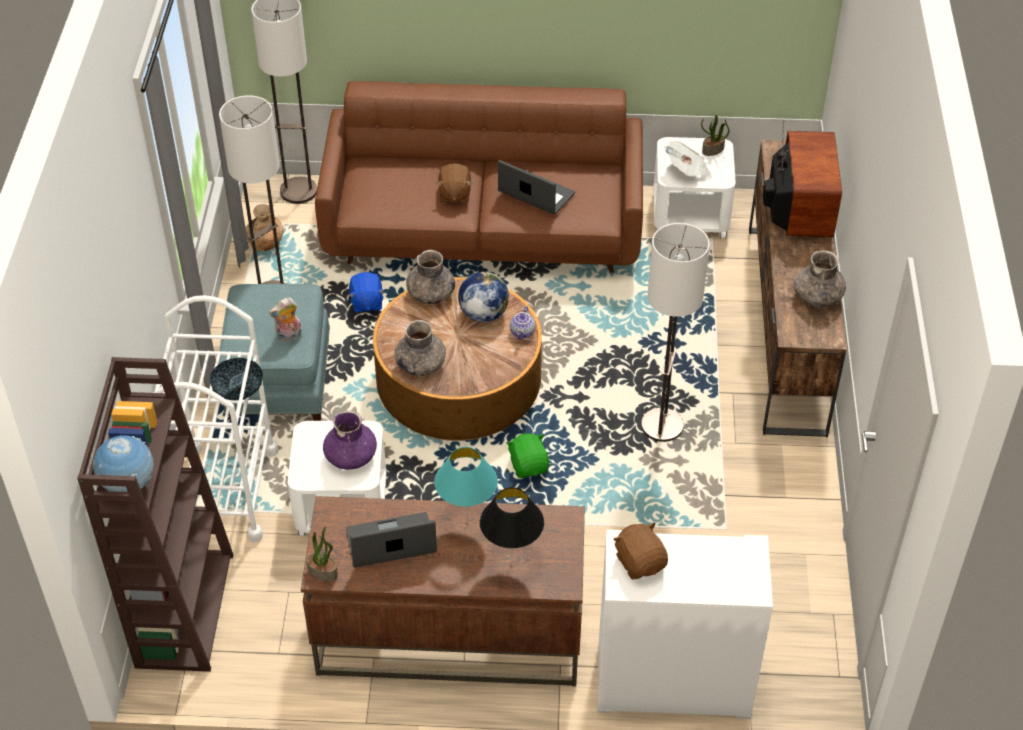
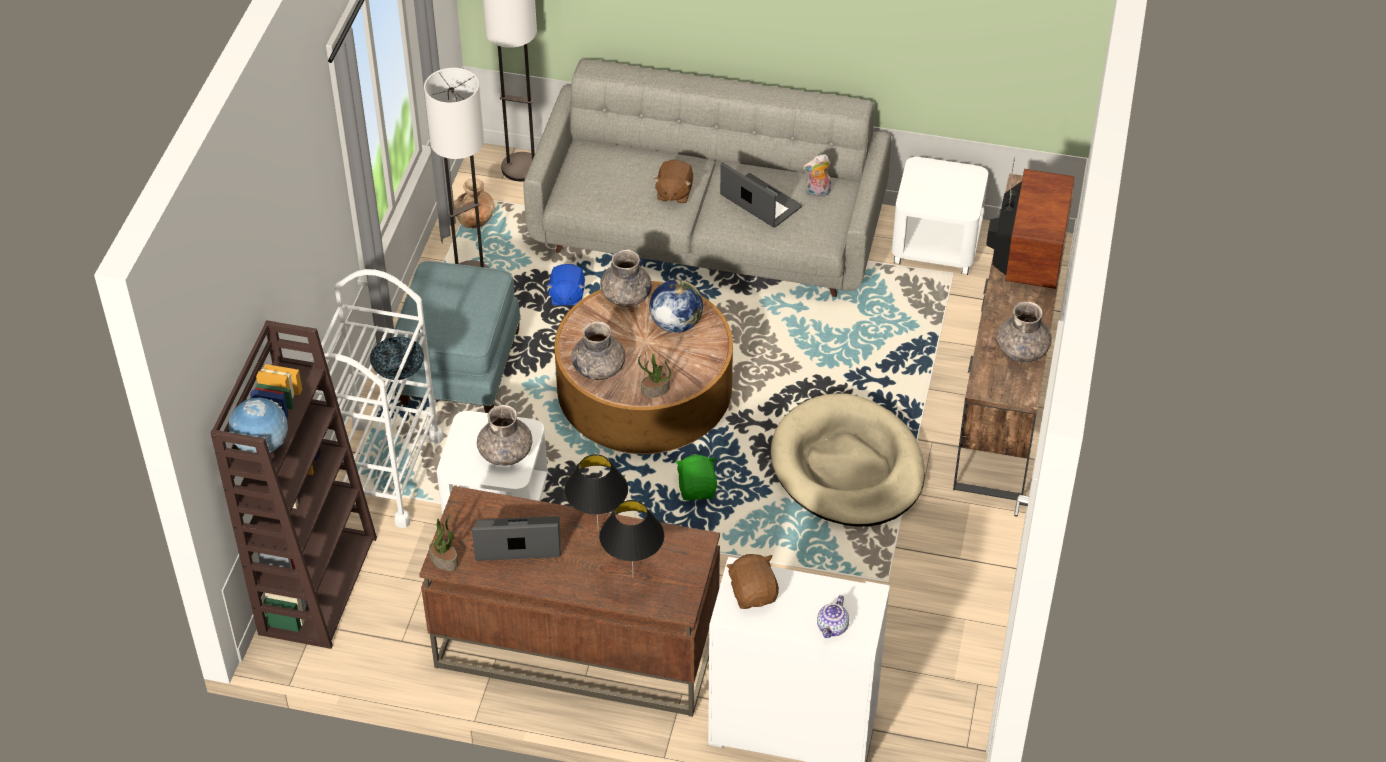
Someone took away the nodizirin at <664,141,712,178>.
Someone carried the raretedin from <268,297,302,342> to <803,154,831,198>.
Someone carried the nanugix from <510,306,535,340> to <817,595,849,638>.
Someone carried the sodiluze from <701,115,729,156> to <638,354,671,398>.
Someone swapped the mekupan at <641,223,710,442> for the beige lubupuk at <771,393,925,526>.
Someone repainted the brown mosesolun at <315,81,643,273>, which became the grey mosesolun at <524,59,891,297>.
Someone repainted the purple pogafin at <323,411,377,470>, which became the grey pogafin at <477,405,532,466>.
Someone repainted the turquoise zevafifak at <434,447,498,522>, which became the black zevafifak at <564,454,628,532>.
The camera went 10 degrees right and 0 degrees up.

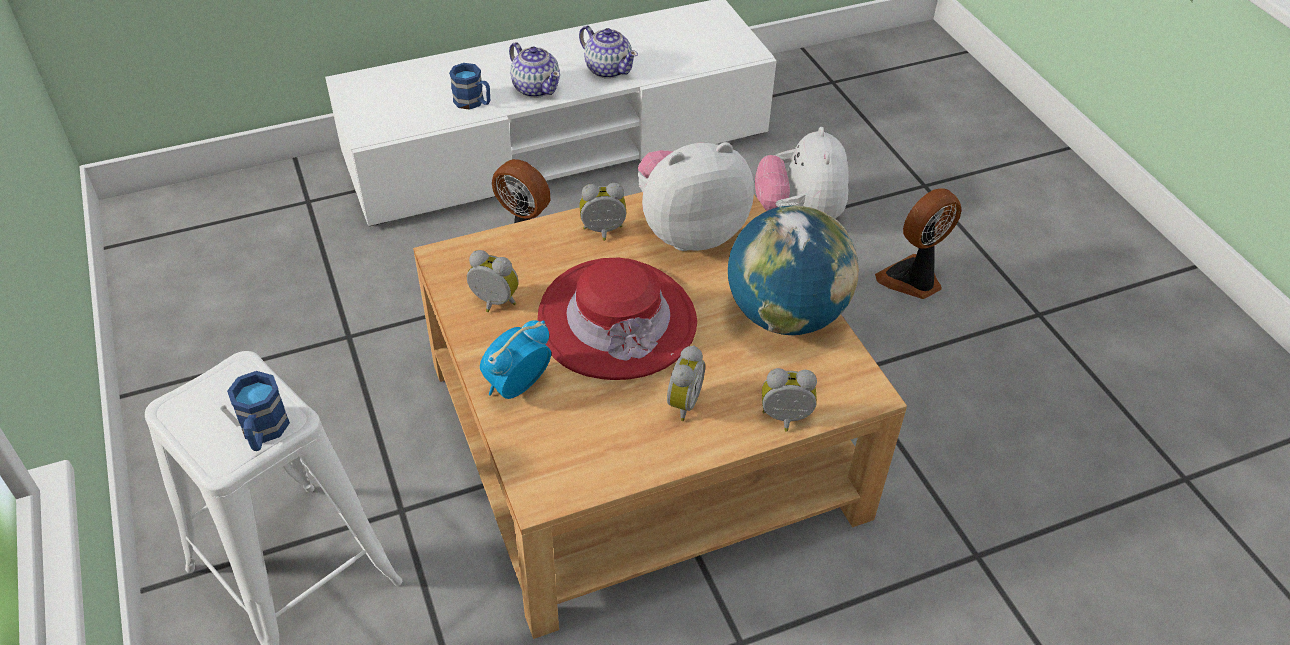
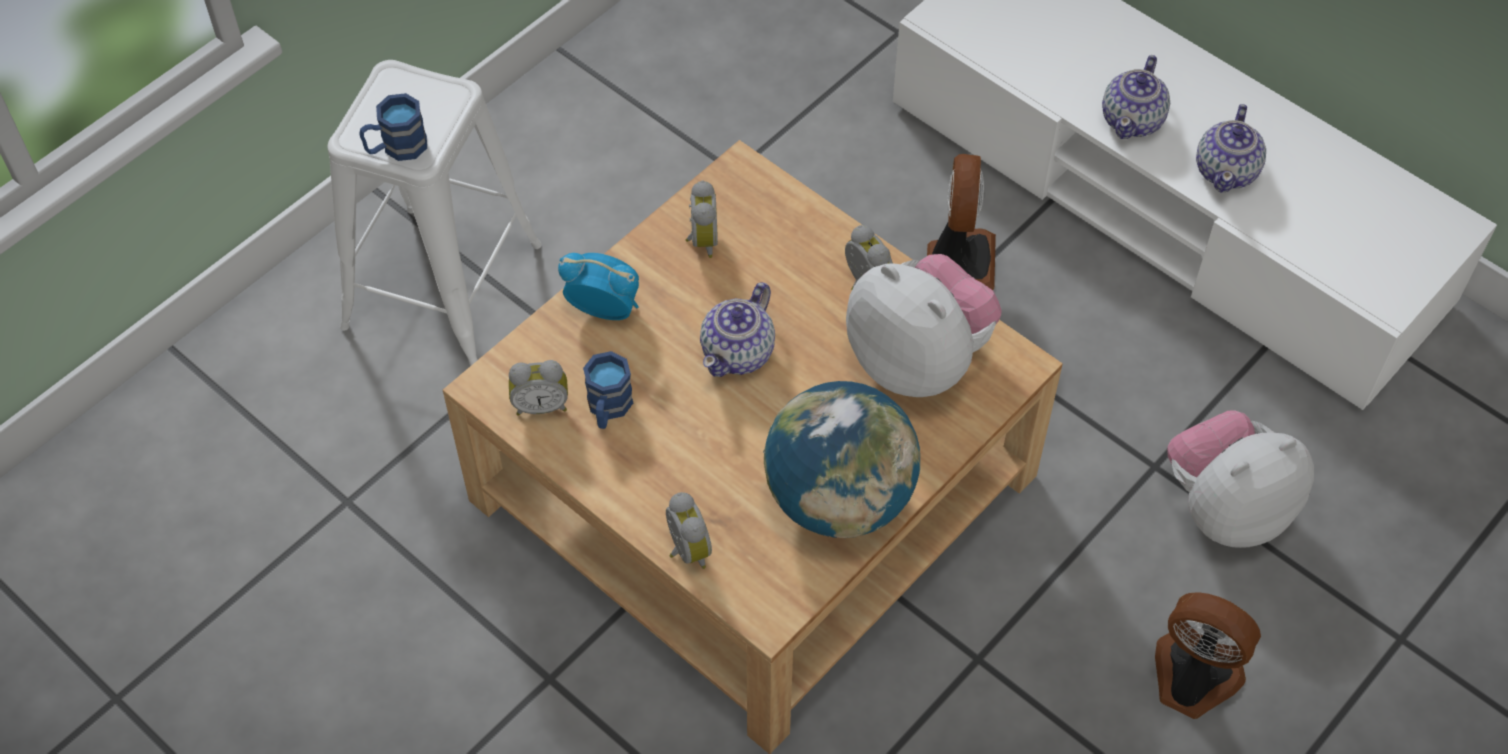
Someone carried the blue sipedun from <449,63,490,110> to <583,351,633,429>.
Someone carried the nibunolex from <667,345,705,421> to <509,360,568,416>.
Someone swapped the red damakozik at <537,258,697,380> for the nanugix at <700,282,775,377>.
The camera went 65 degrees right and 10 degrees up.

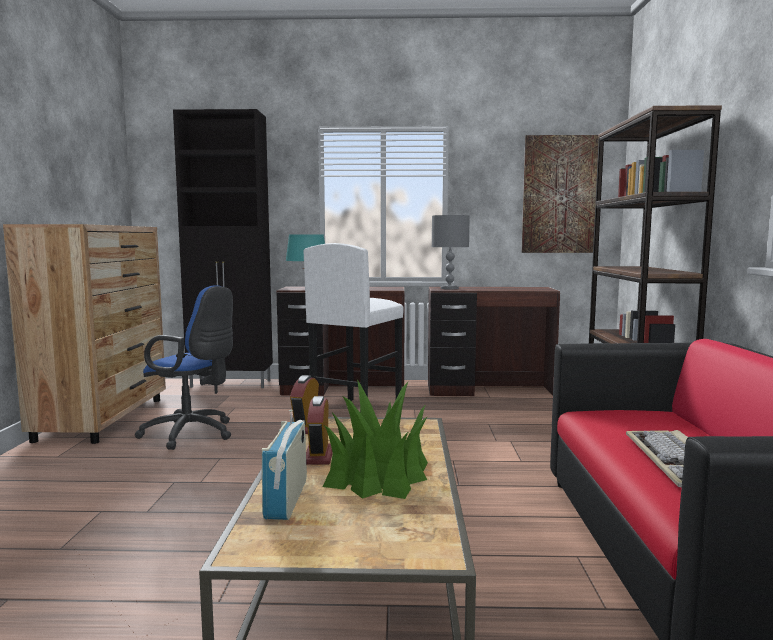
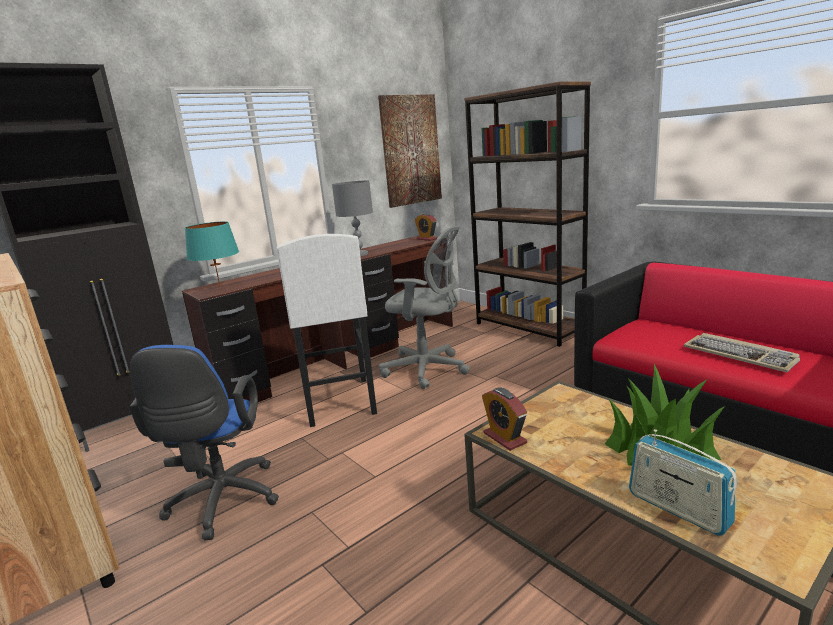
Someone put down the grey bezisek at <379,226,470,389>.
Someone carried the nibunolex from <306,396,333,464> to <415,213,438,241>.
Someone rotated the blue bezisek at <135,285,233,450> by 105 degrees clockwise.
The camera went 40 degrees left and 10 degrees up.

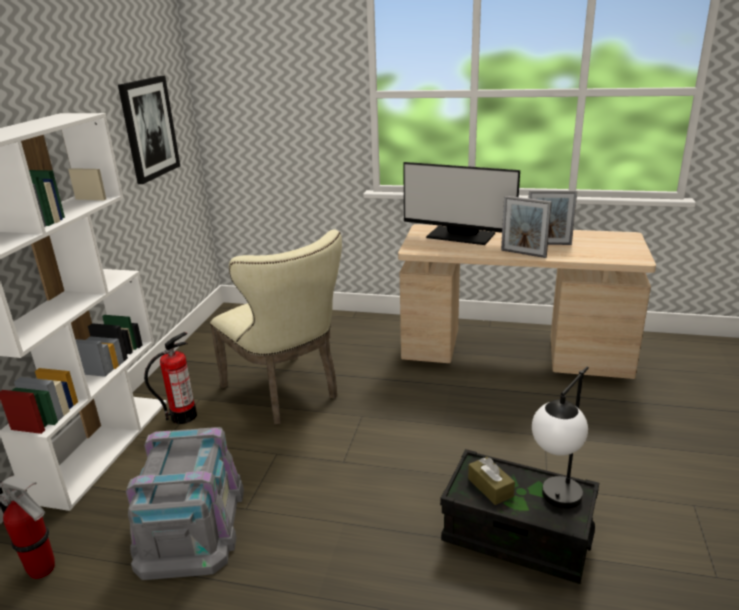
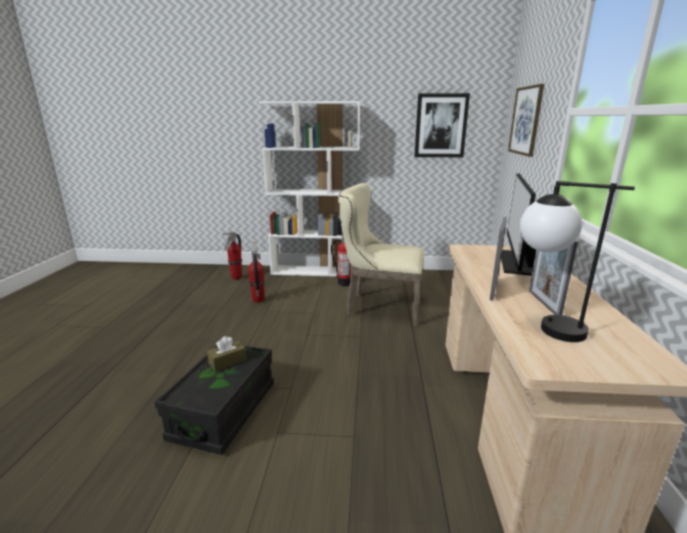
Someone put up the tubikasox at <508,84,544,157>.
Someone carried the zevafifak from <532,366,589,509> to <520,181,635,342>.
Someone swapped the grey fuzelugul at <126,427,244,580> for the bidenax at <248,242,265,303>.
Someone rotated the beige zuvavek at <210,229,342,424> by 60 degrees clockwise.
The camera went 80 degrees right and 5 degrees down.

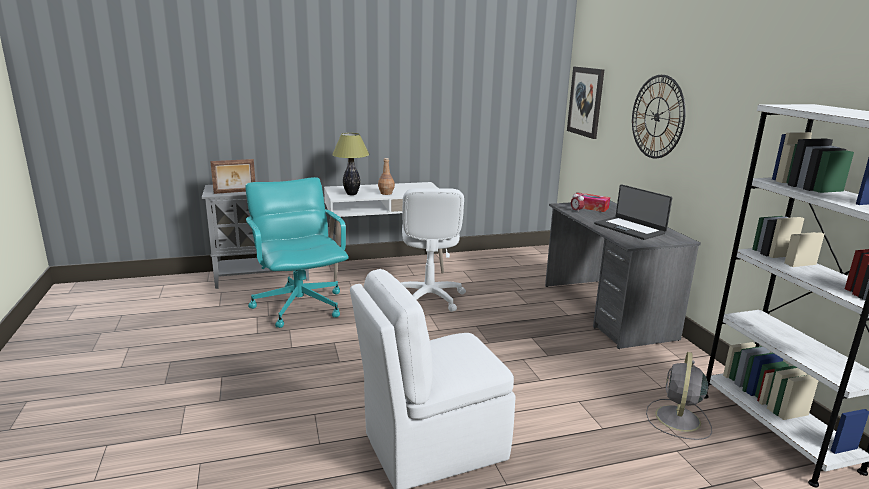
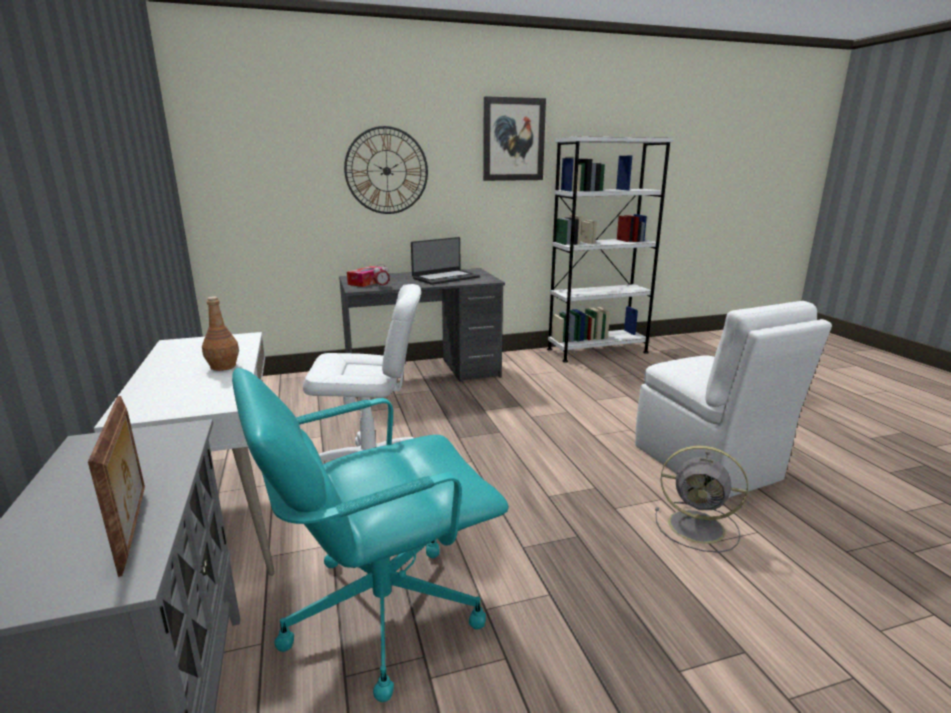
Someone took away the zevafifak at <332,133,370,195>.
Someone carried the tubikasox from <567,67,604,139> to <483,96,546,181>.
Someone carried the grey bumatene from <646,352,712,440> to <655,446,748,553>.
The camera went 90 degrees left and 0 degrees up.

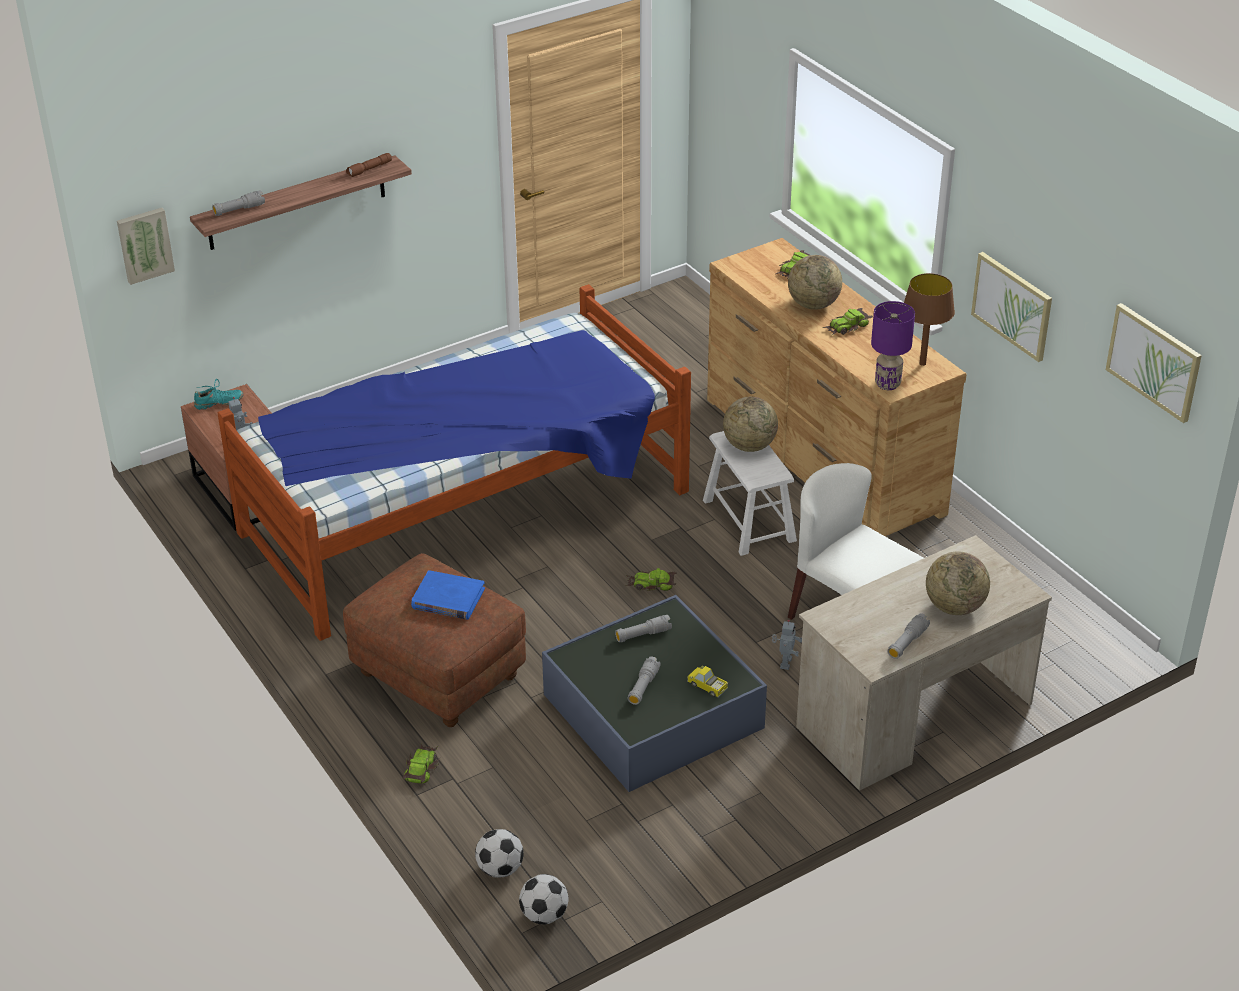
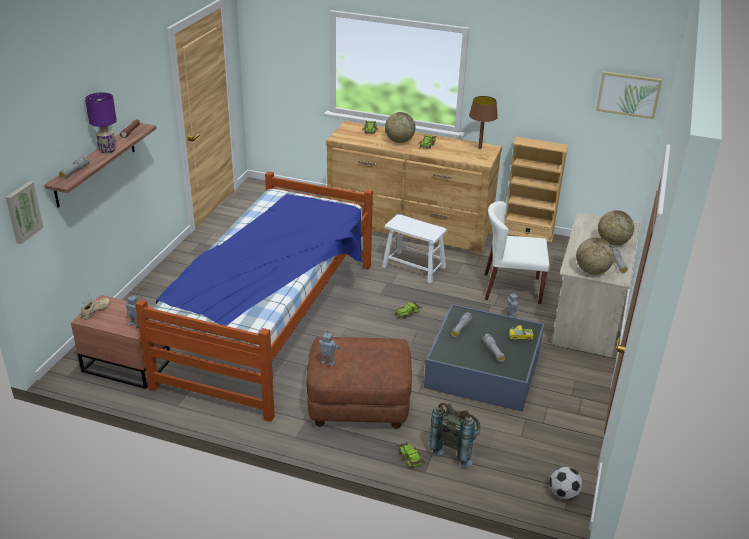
Someone took away the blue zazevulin at <411,570,485,620>.
Someone took away the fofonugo at <475,829,524,877>.
Someone took away the tubikasox at <971,252,1052,362>.
Someone put down the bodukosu at <319,331,338,367>.
Someone put down the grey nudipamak at <429,403,481,468>.
Someone put down the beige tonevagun at <505,137,569,243>.
Someone carried the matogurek from <723,397,778,452> to <576,238,614,275>.
Someone carried the purple zevafifak from <871,301,915,390> to <85,93,117,153>.
Someone repainted the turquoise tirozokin at <194,379,243,410>, which became the beige tirozokin at <80,295,110,320>.
The camera went 40 degrees left and 5 degrees down.

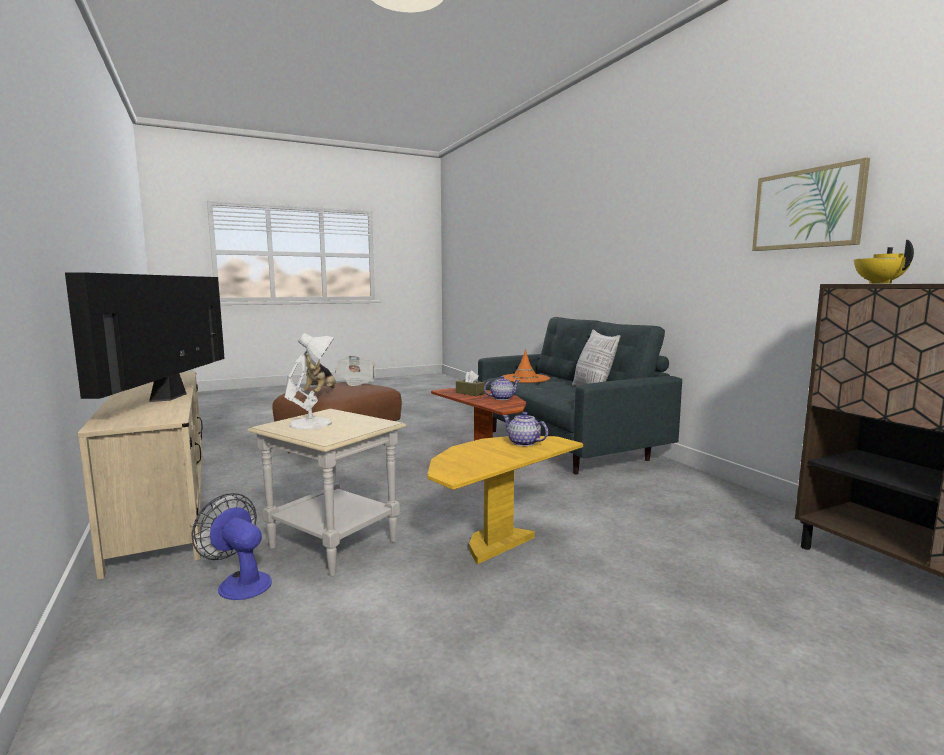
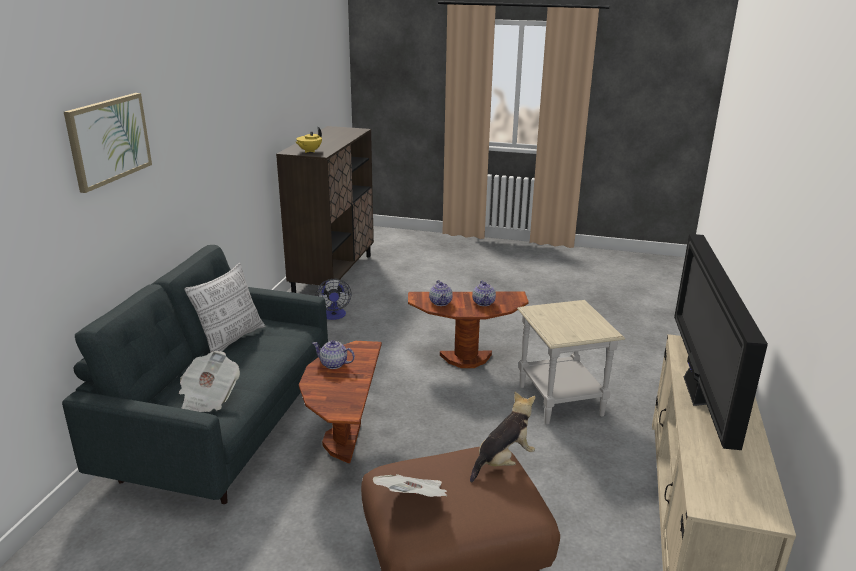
Someone took away the white zevafifak at <285,333,334,430>.
Someone took away the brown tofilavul at <456,371,485,396>.
Someone put down the nanugix at <472,280,496,306>.
Someone carried the bumatene from <192,493,272,600> to <316,279,352,320>.
Someone carried the tubikasox from <752,157,870,251> to <64,93,152,193>.
Someone swapped the orange damakozik at <503,349,550,383> for the nodizirin at <179,351,240,412>.
Someone repainted the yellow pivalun at <427,436,583,564>, which became the brown pivalun at <408,292,529,368>.
Someone rotated the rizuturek at <65,272,225,402> by 150 degrees clockwise.
The camera went 140 degrees left and 15 degrees up.

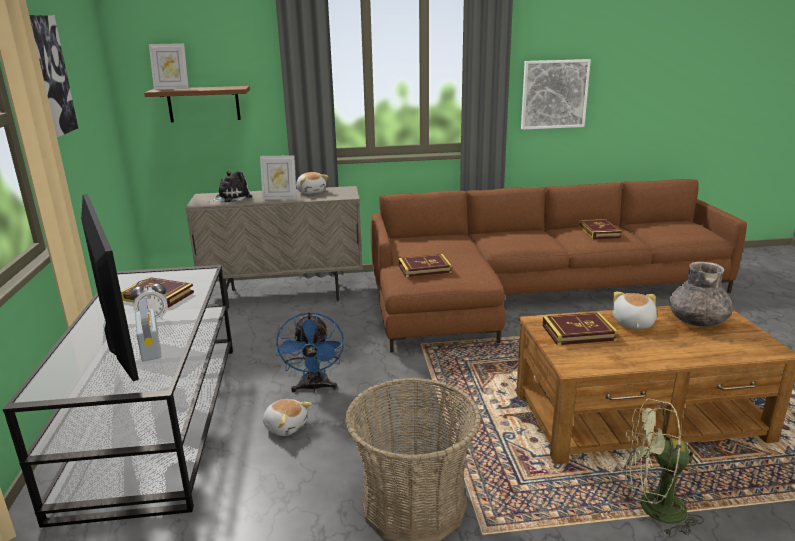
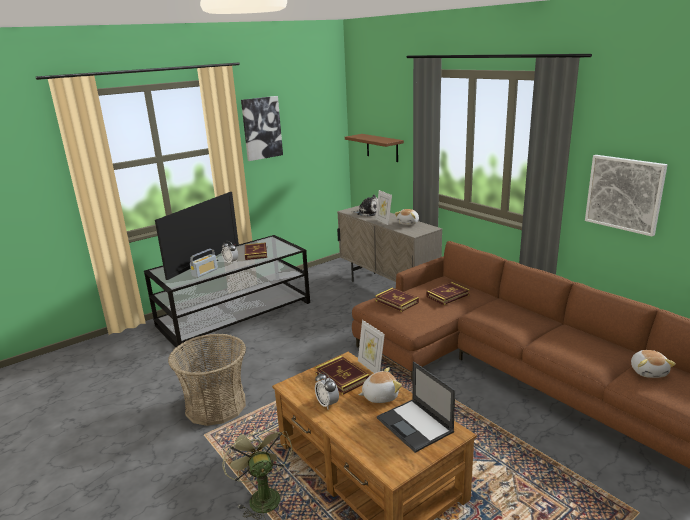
Someone took away the blue bumatene at <276,312,344,393>.
Someone put down the nibunolex at <315,372,339,410>.
Someone carried the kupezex from <149,43,189,90> to <358,320,385,373>.
Someone carried the raretedin from <263,399,311,436> to <631,350,676,378>.
Someone carried the zazevulin from <579,219,622,239> to <426,282,470,305>.
Someone swapped the grey pogafin at <669,262,733,327> for the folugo at <377,361,455,453>.
The camera went 60 degrees right and 0 degrees up.

